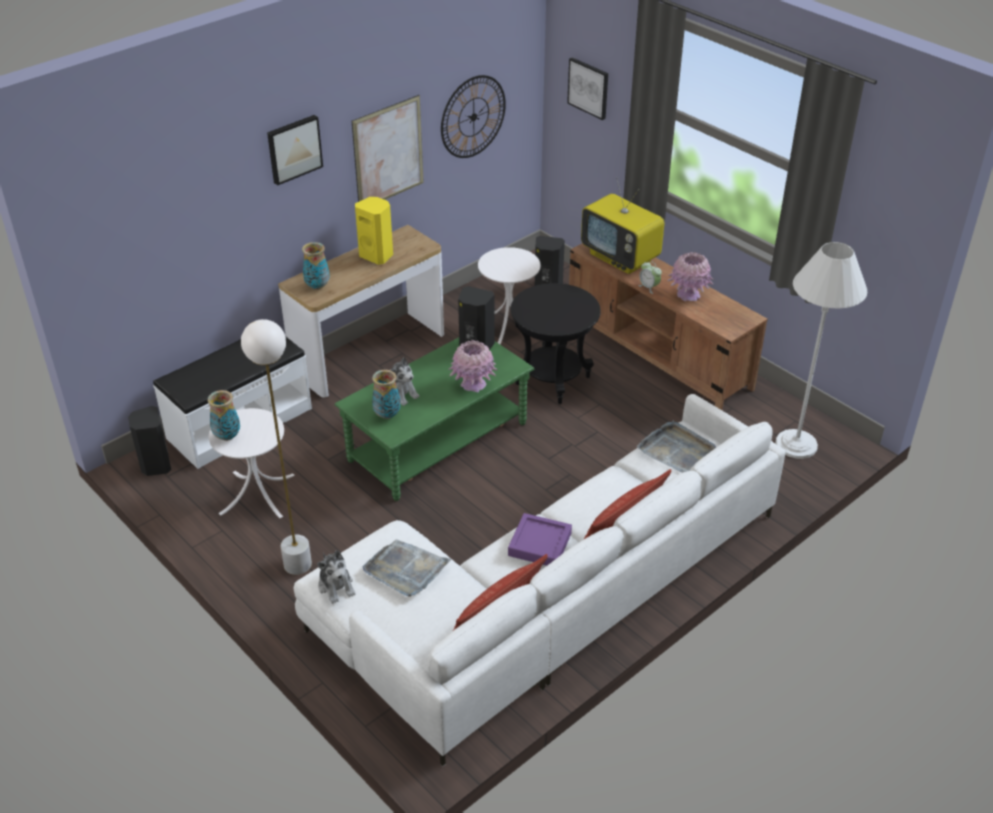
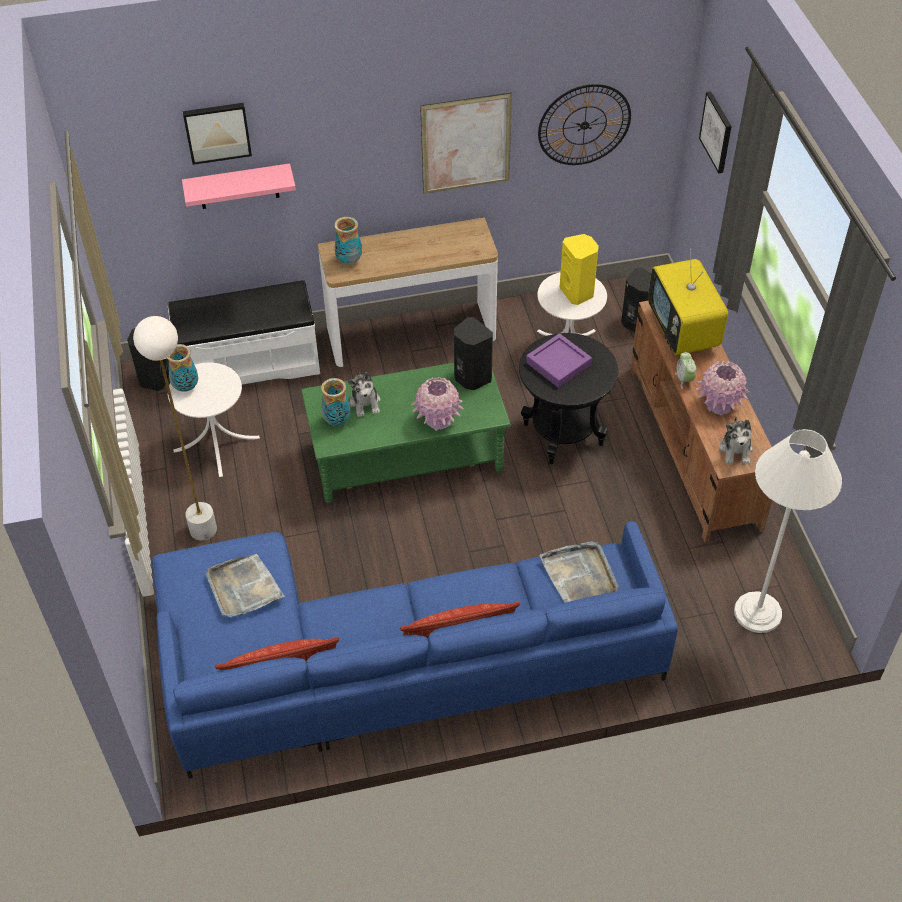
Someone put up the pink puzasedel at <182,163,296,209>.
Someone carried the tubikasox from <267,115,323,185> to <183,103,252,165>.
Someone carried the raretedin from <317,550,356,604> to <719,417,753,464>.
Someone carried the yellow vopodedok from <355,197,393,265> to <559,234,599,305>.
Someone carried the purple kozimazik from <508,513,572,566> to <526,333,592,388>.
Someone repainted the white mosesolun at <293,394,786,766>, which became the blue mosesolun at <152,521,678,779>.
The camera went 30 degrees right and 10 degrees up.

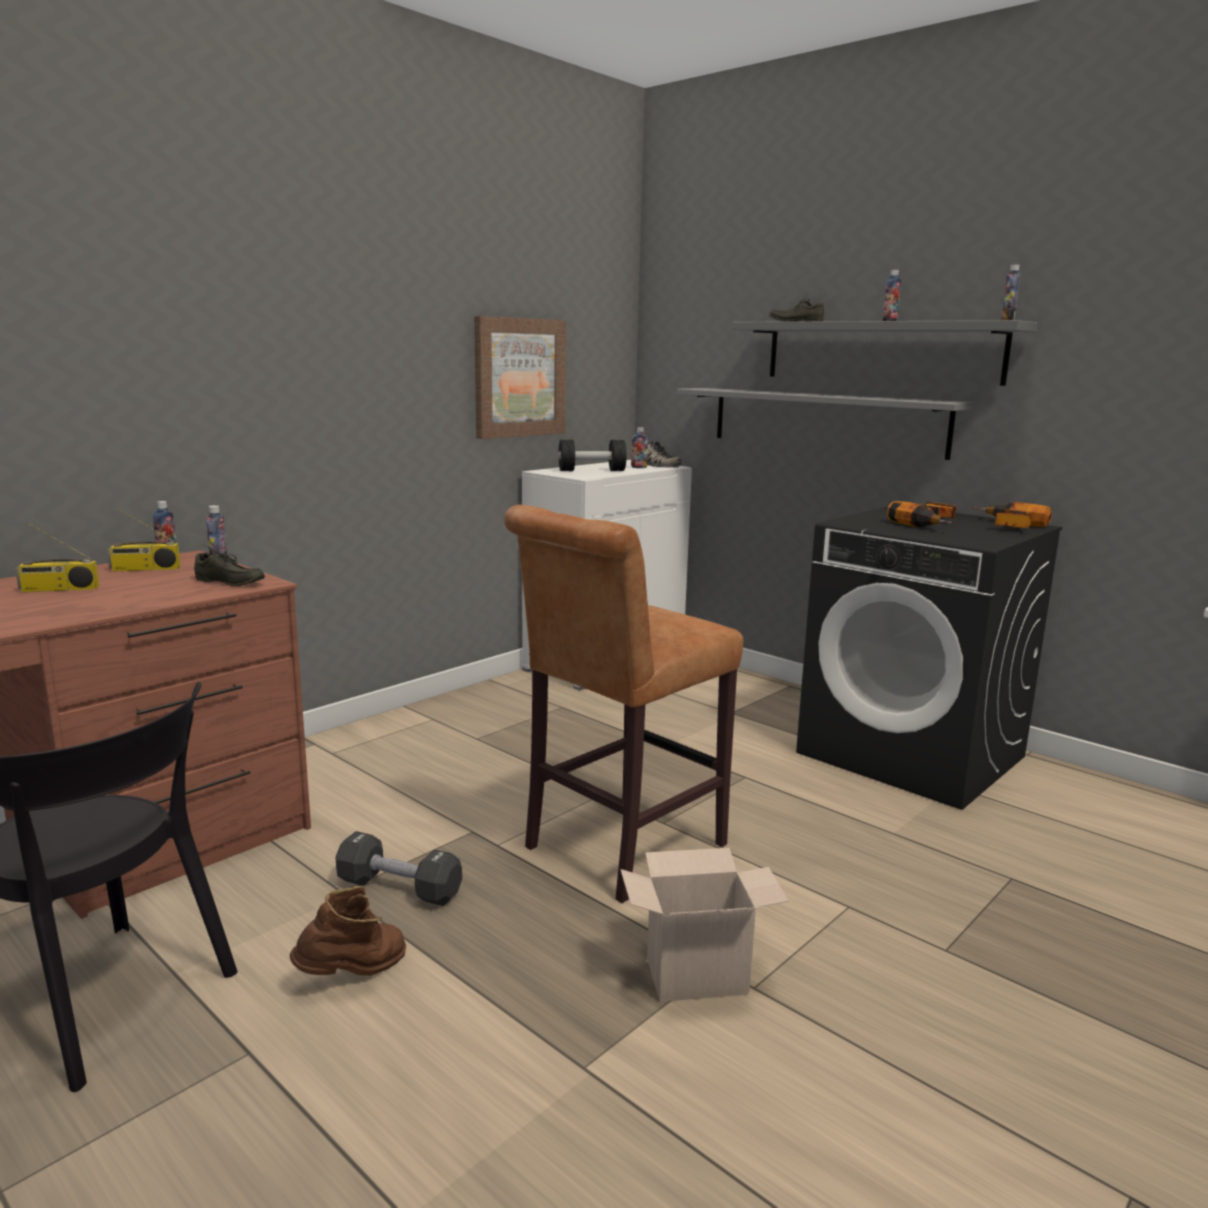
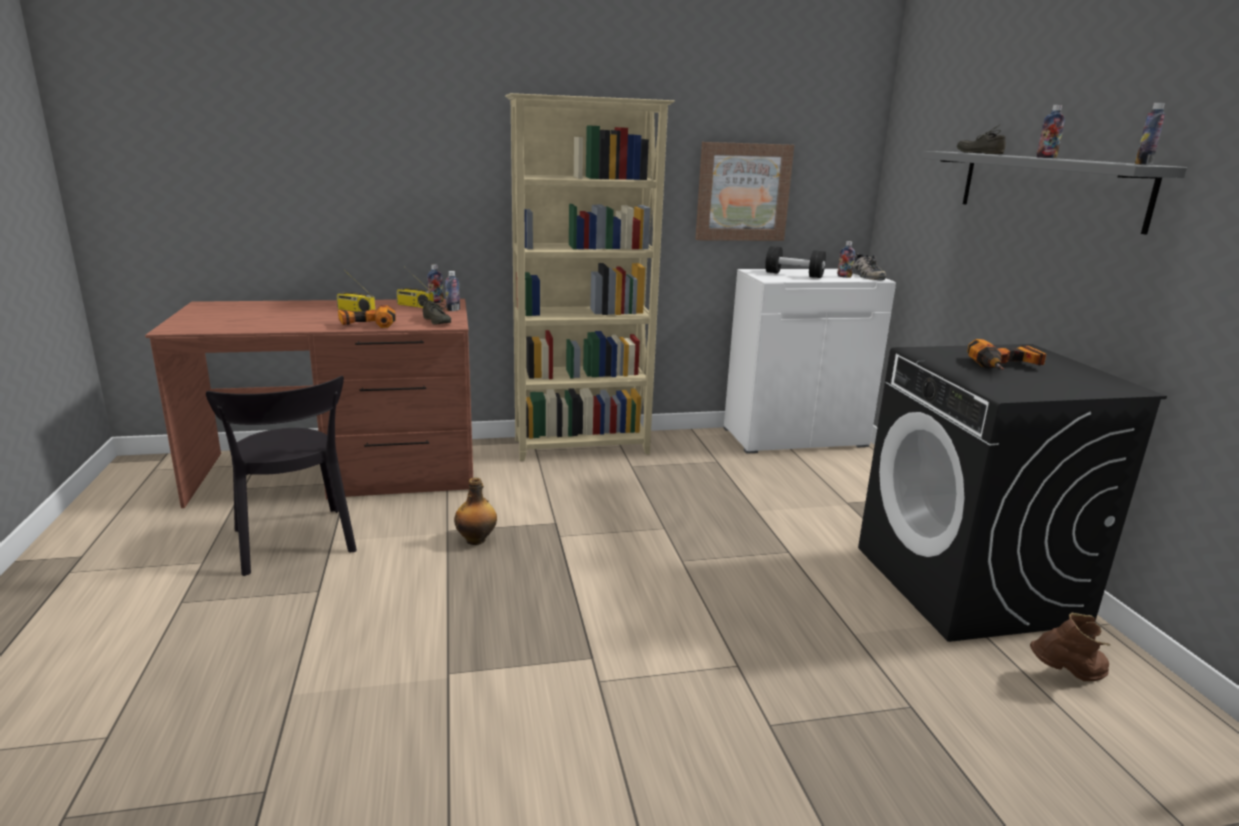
Someone took away the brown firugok at <504,505,743,903>.
Someone took away the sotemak at <620,848,789,1002>.
Someone took away the grey puzasedel at <677,388,979,460>.
Someone put down the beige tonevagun at <505,93,675,461>.
Someone carried the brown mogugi from <290,886,406,976> to <1030,613,1110,681>.
Someone carried the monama from <974,502,1052,528> to <338,305,396,328>.
Someone swapped the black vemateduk at <336,831,462,906> for the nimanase at <454,477,497,545>.
The camera went 35 degrees right and 5 degrees up.

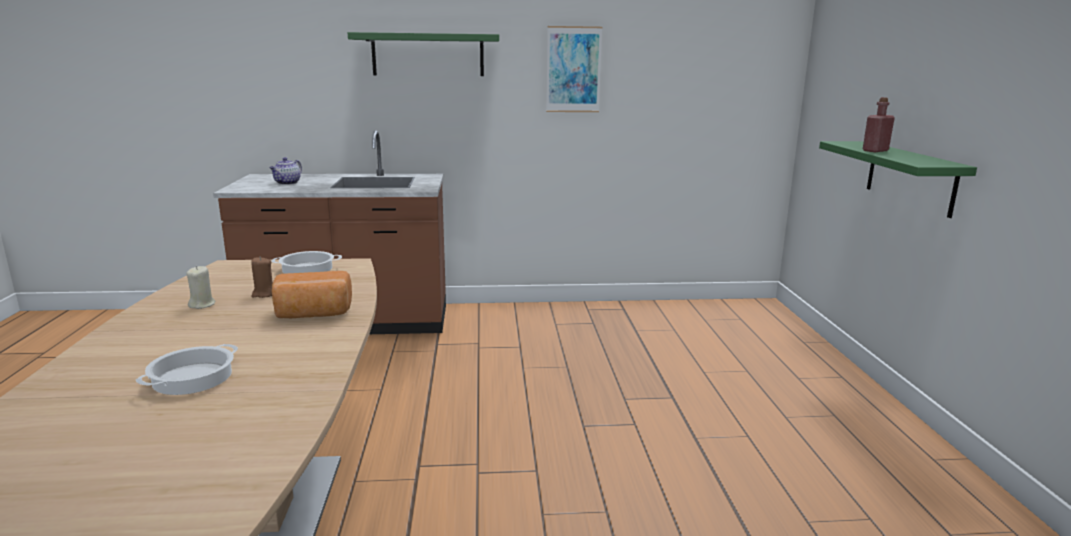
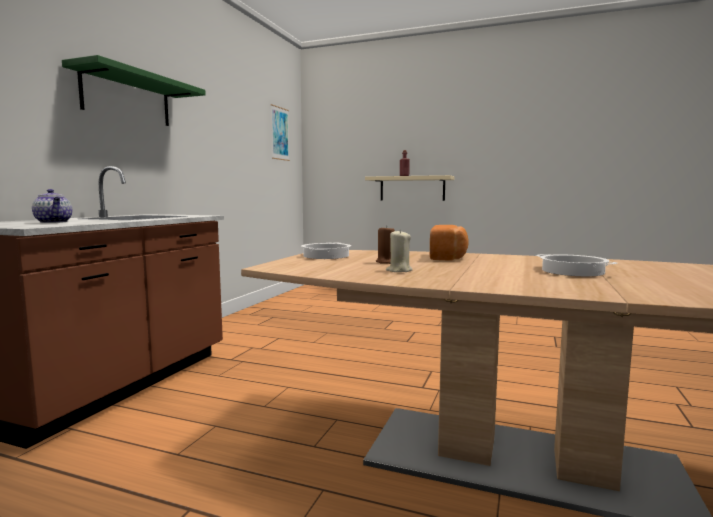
Someone carried the tubikasox from <546,26,602,112> to <271,104,290,161>.
Someone repainted the green puzasedel at <819,141,977,218>, which became the beige puzasedel at <365,175,455,201>.
The camera went 65 degrees left and 10 degrees down.

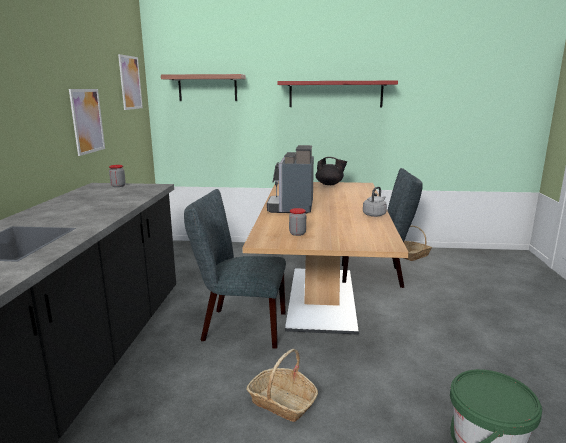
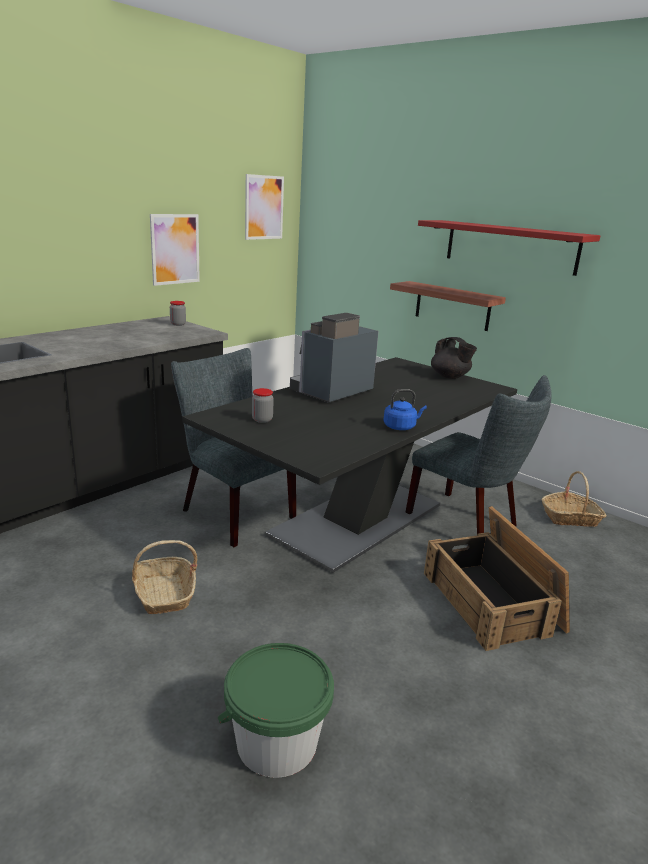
Someone put down the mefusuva at <424,506,570,651>.
Someone carried the puzasedel from <161,74,246,101> to <390,281,506,331>.
Someone repainted the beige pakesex at <242,181,409,334>, which became the black pakesex at <182,357,517,573>.
Someone repainted the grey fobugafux at <363,187,387,217>, which became the blue fobugafux at <383,389,427,430>.
The camera went 35 degrees right and 5 degrees up.

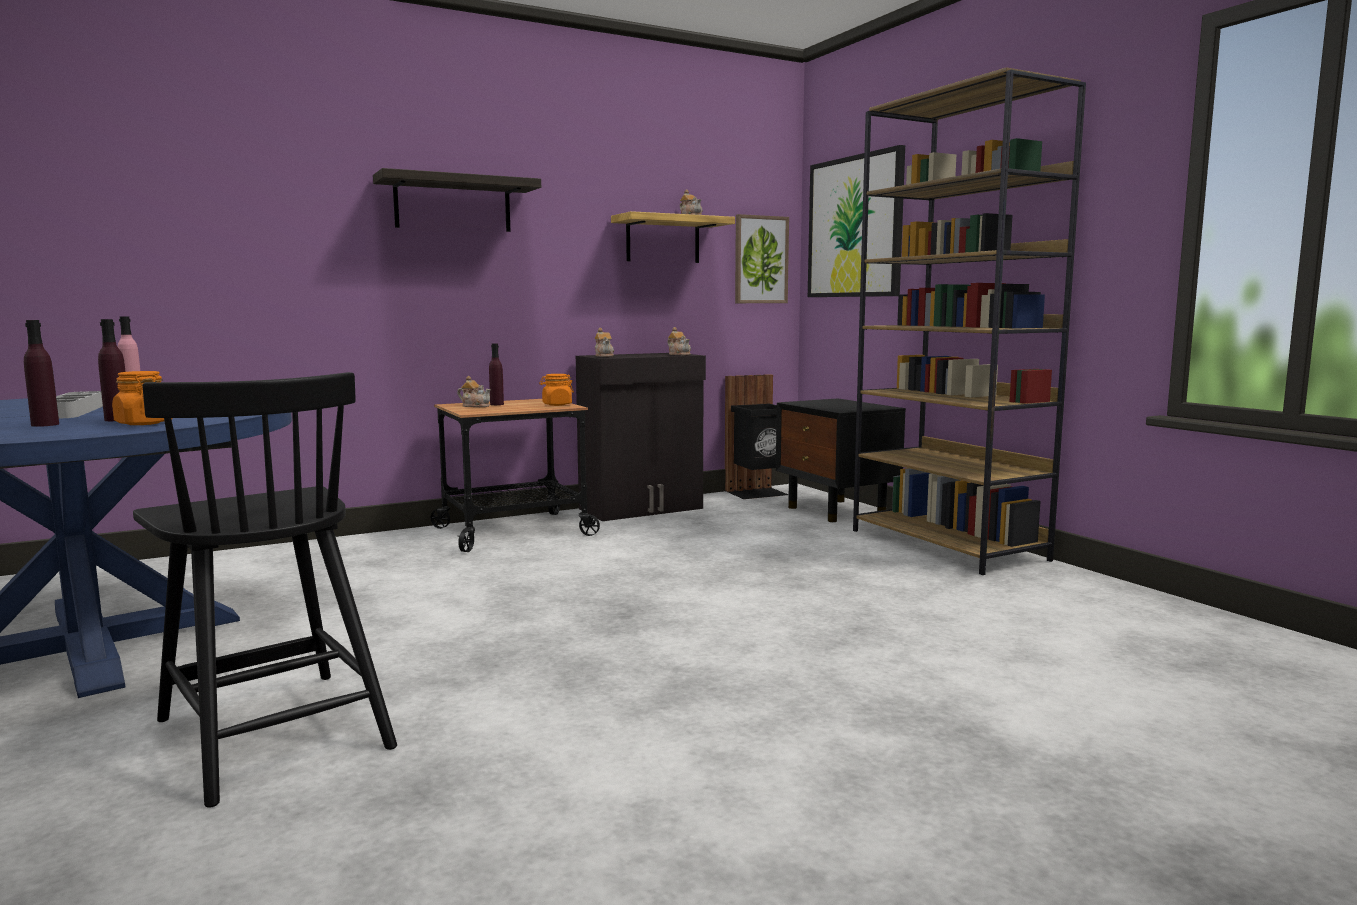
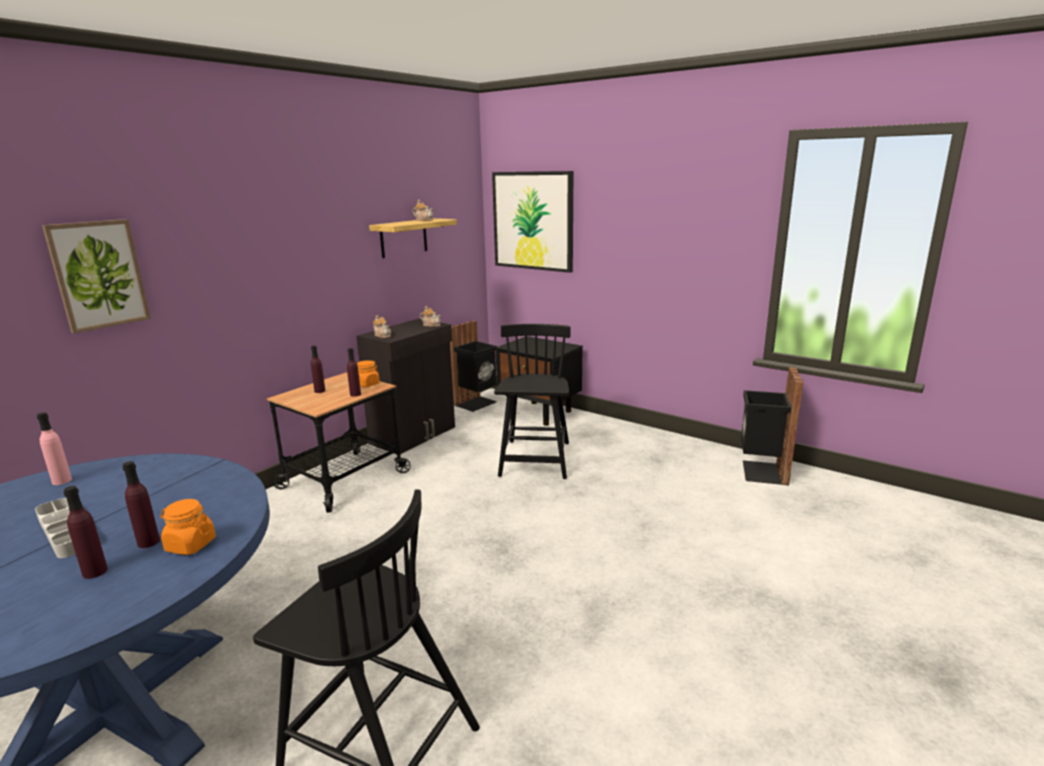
Someone took away the puzasedel at <373,168,541,232>.
Someone took away the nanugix at <457,376,491,407>.
Someone took away the brown tonevagun at <853,67,1086,575>.
Someone put down the purple nimanase at <347,348,361,397>.
Someone put down the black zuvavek at <494,324,571,479>.
Someone put down the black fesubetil at <741,367,803,485>.
Someone carried the tubikasox from <735,214,789,303> to <42,219,151,333>.
The camera went 25 degrees left and 10 degrees up.

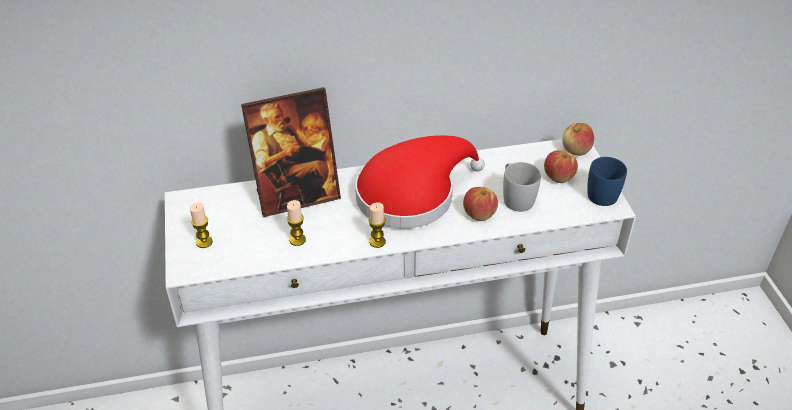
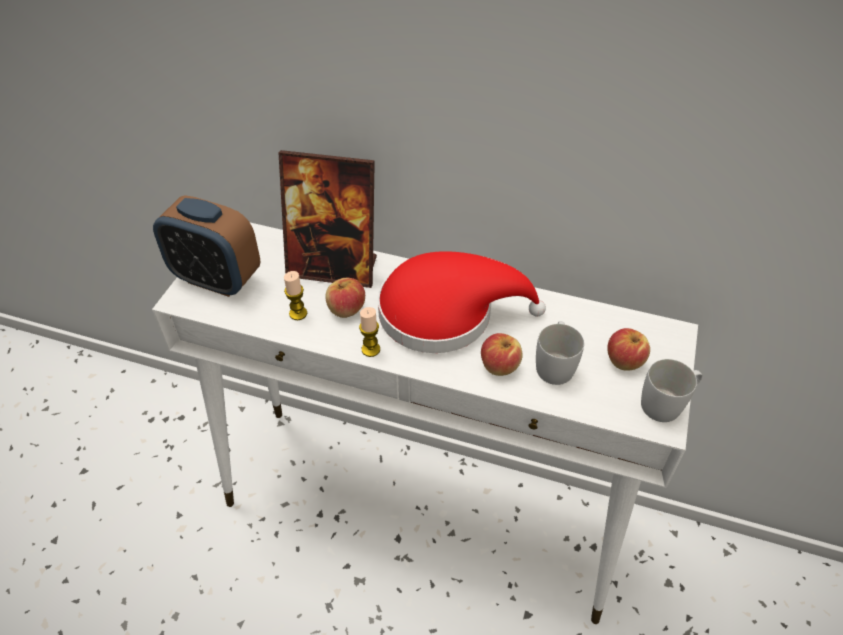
Someone carried the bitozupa from <562,123,594,156> to <326,278,365,318>.
Someone swapped the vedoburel at <190,202,213,248> for the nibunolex at <153,195,260,297>.
Someone repainted the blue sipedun at <587,157,627,206>, which became the white sipedun at <641,359,702,422>.
The camera went 30 degrees right and 5 degrees up.

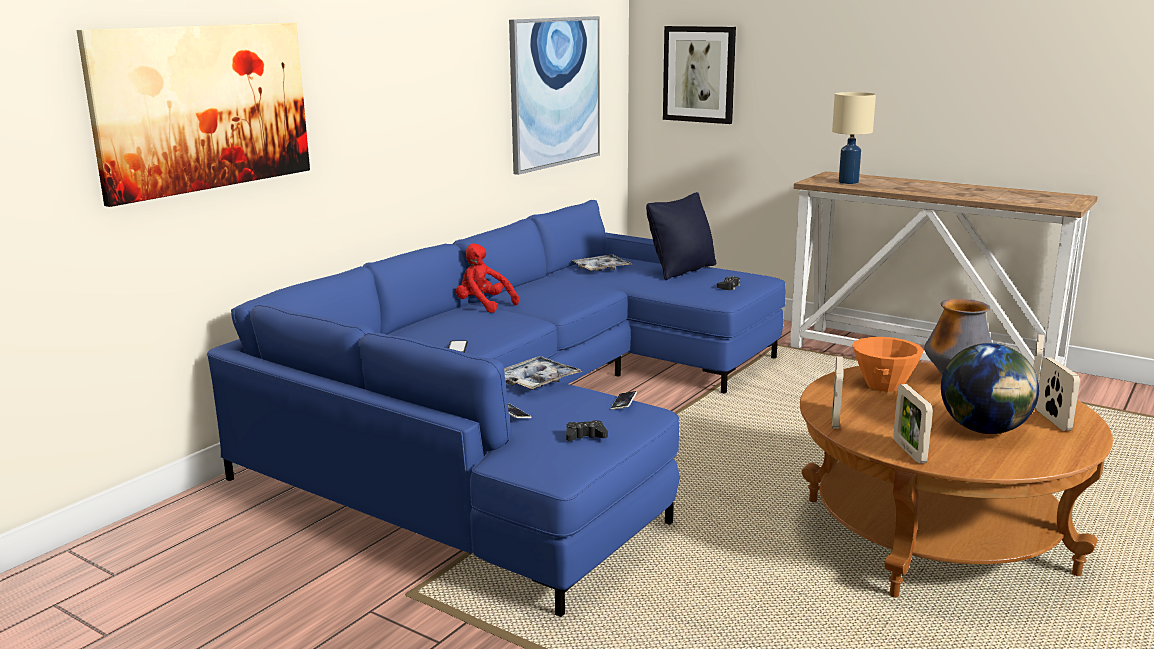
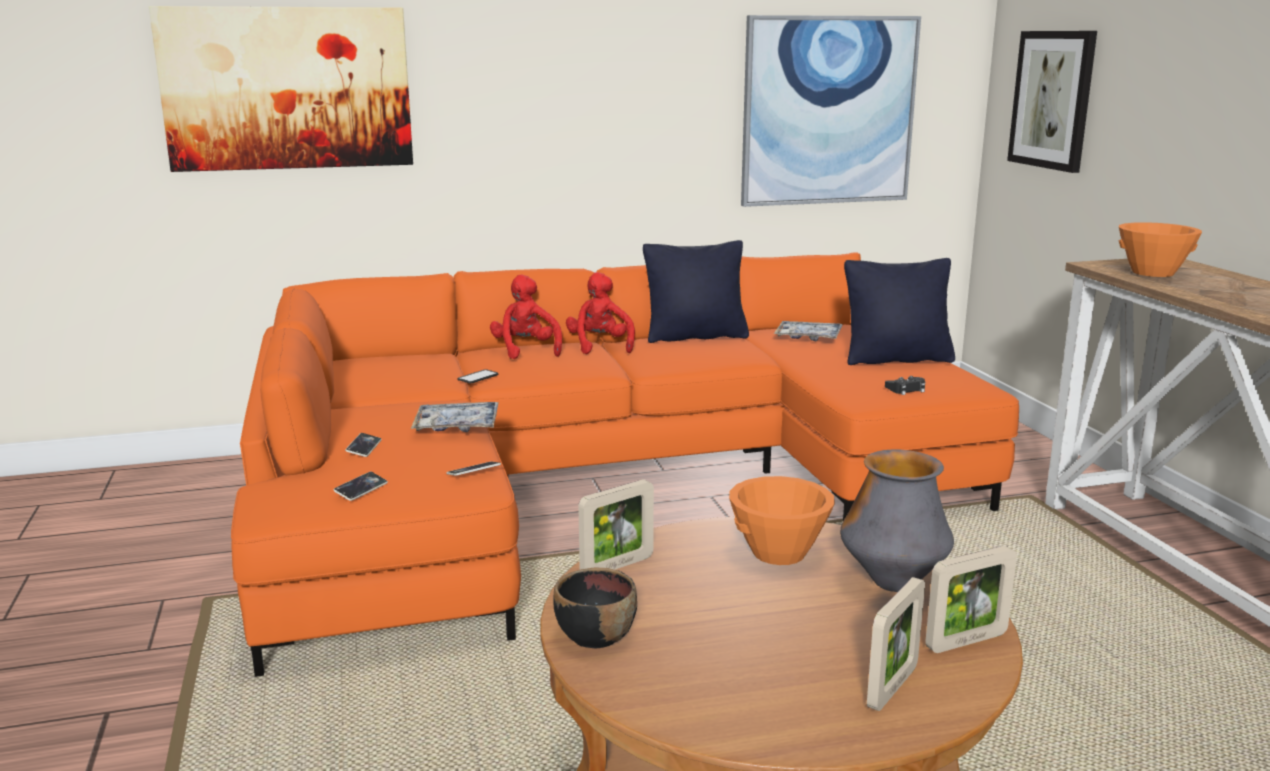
Someone took away the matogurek at <941,343,1039,434>.
Someone put down the red raretedin at <490,275,562,359>.
Someone put down the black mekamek at <643,240,749,343>.
Someone swapped the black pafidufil at <566,420,608,441> for the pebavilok at <333,472,388,501>.
Someone swapped the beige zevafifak at <832,92,876,184> for the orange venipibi at <1119,222,1202,277>.
Someone swapped the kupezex at <893,384,933,464> for the black venipibi at <554,568,637,648>.
Someone repainted the blue mosesolun at <207,200,786,617>, which became the orange mosesolun at <231,253,1019,677>.
The camera went 40 degrees right and 0 degrees up.

